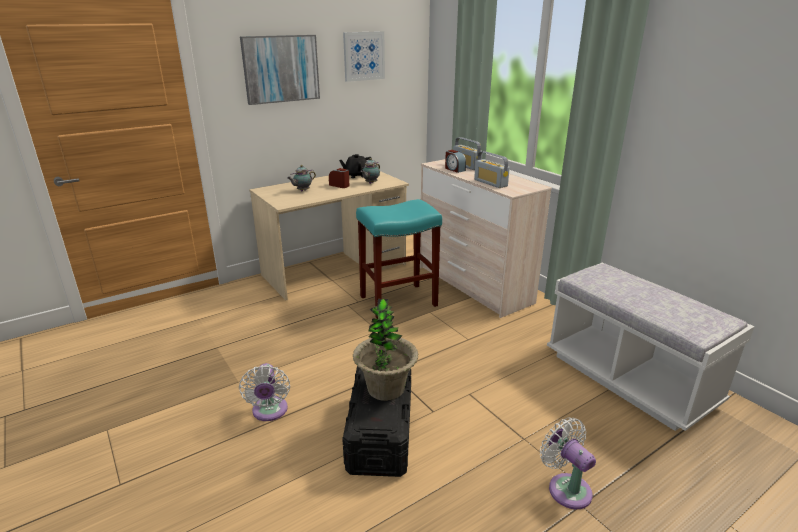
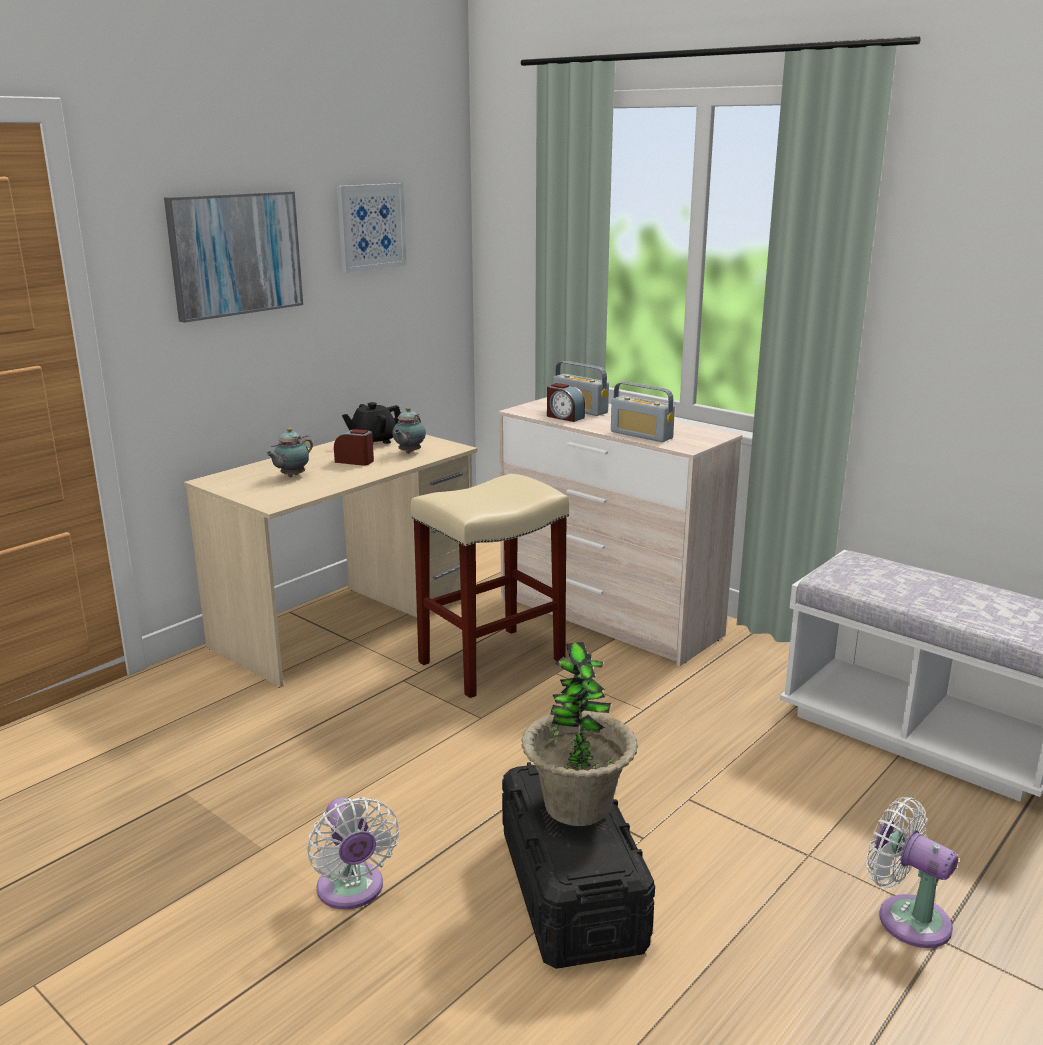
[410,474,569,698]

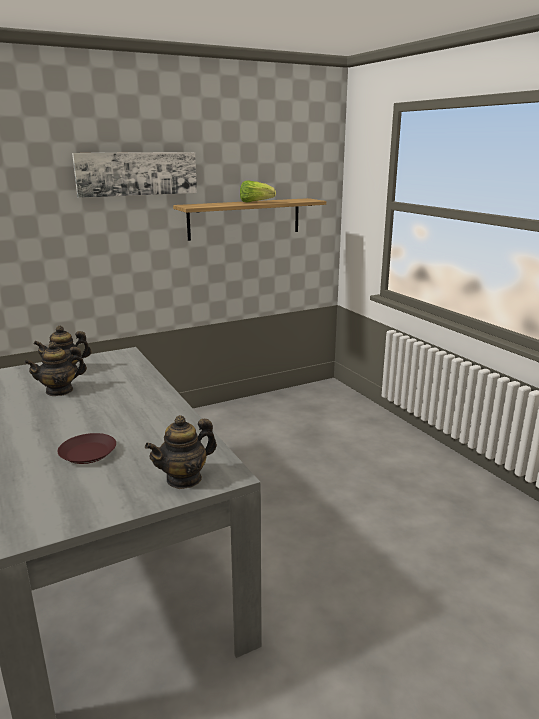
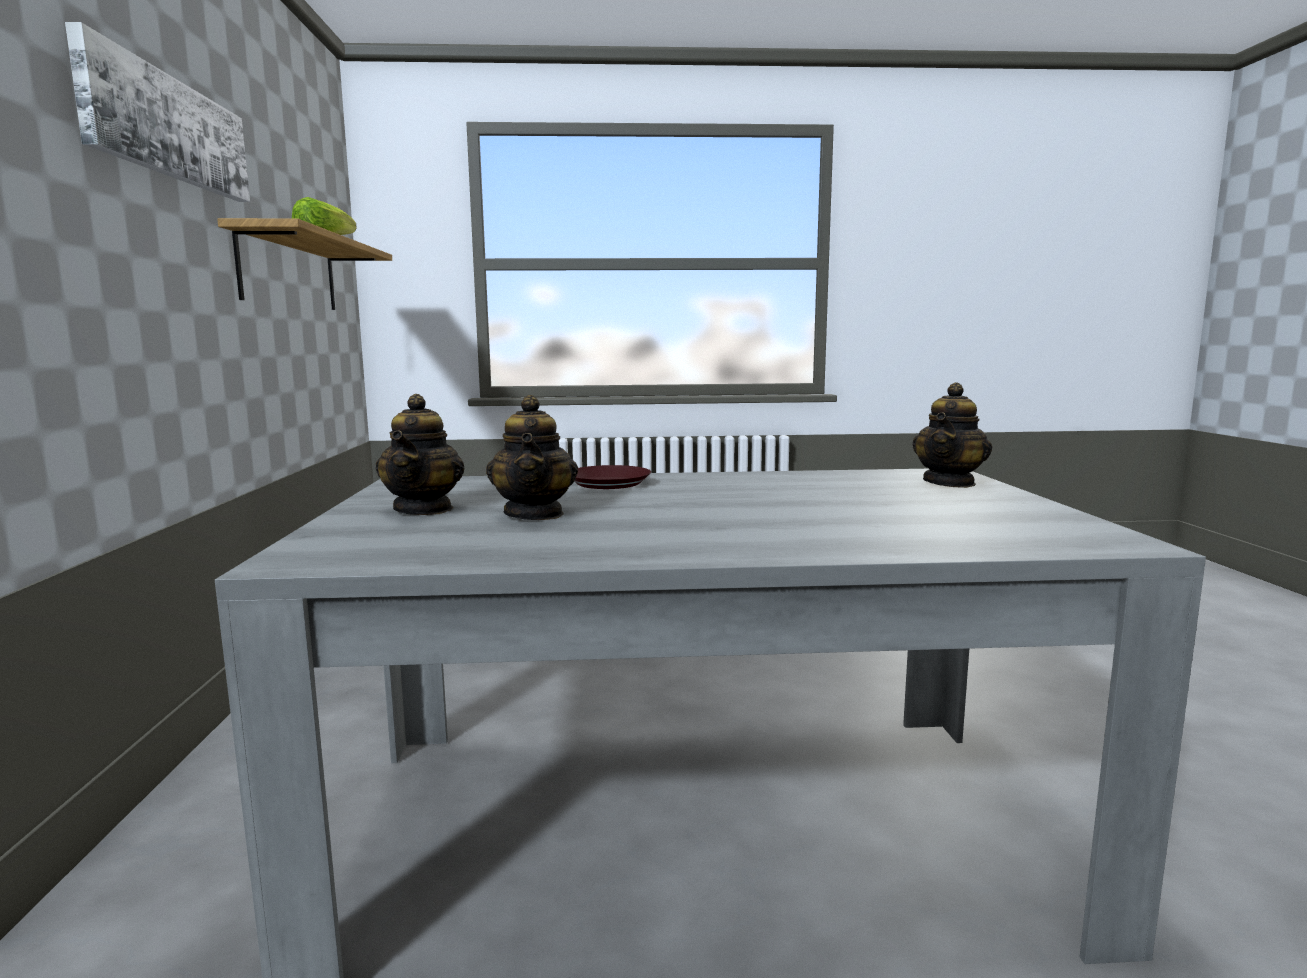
[912,382,992,488]
[574,465,651,489]

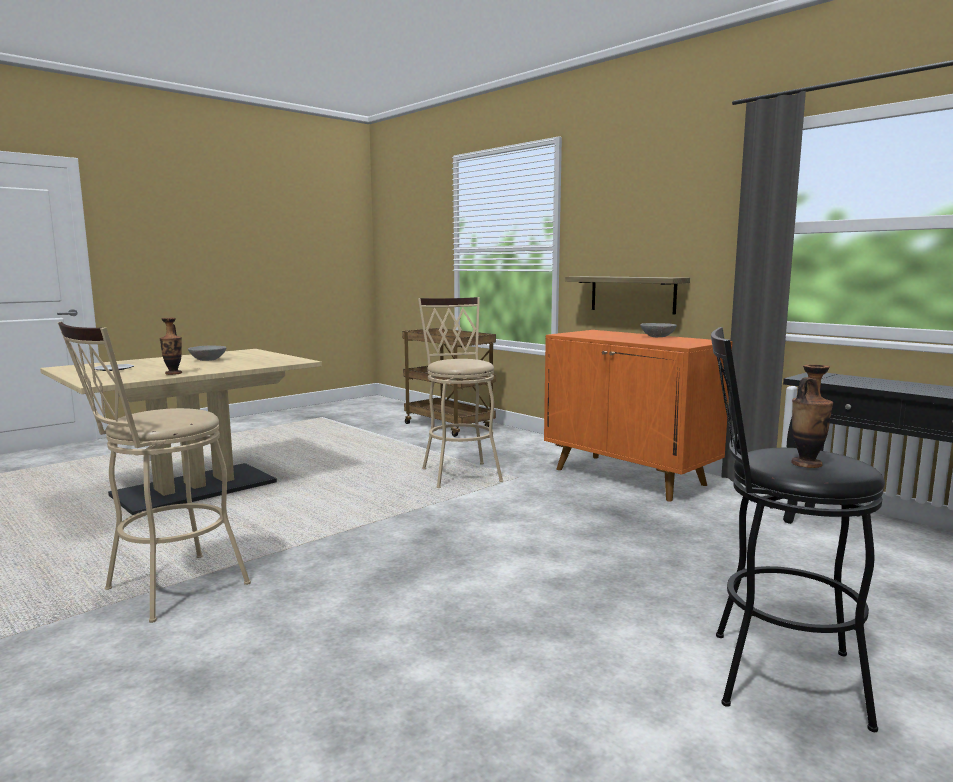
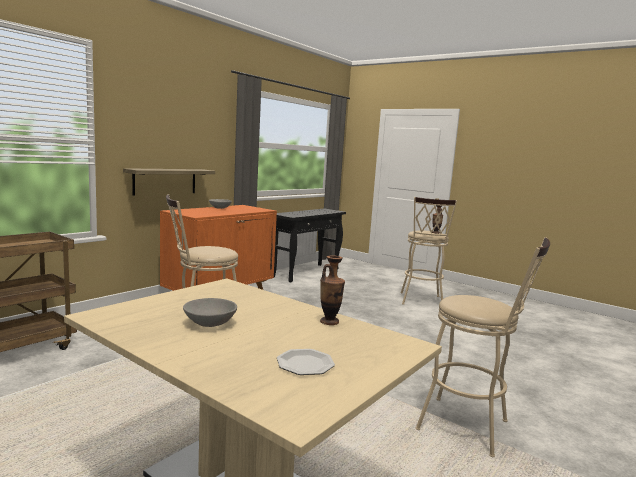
[400,197,457,305]

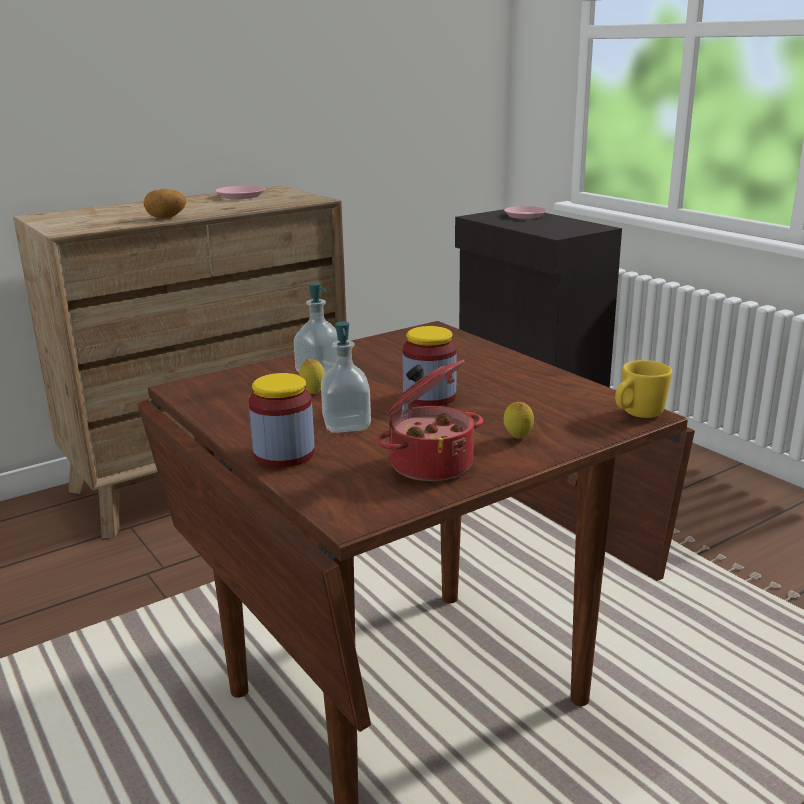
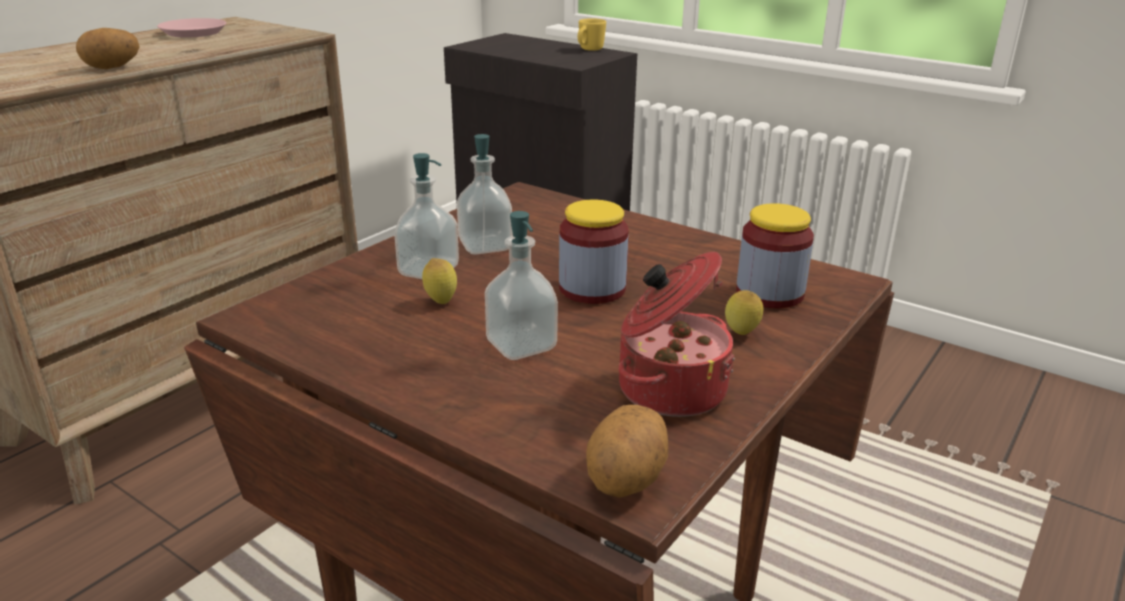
[504,206,547,219] (first image)
[578,18,606,51]
[736,203,814,308]
[457,134,512,254]
[586,405,668,497]

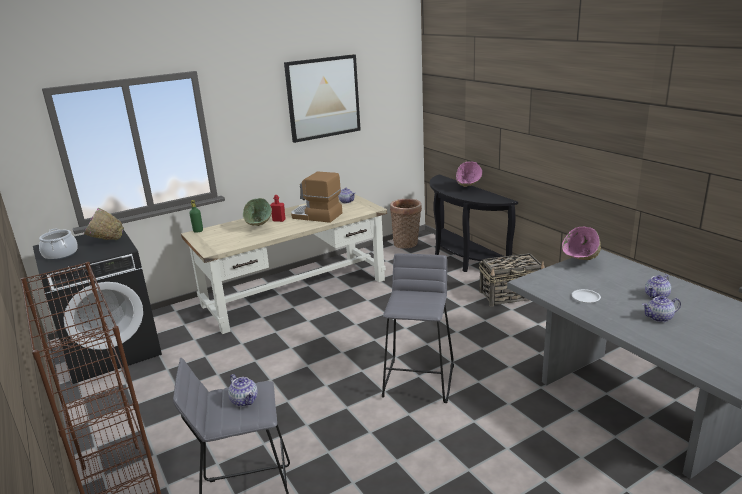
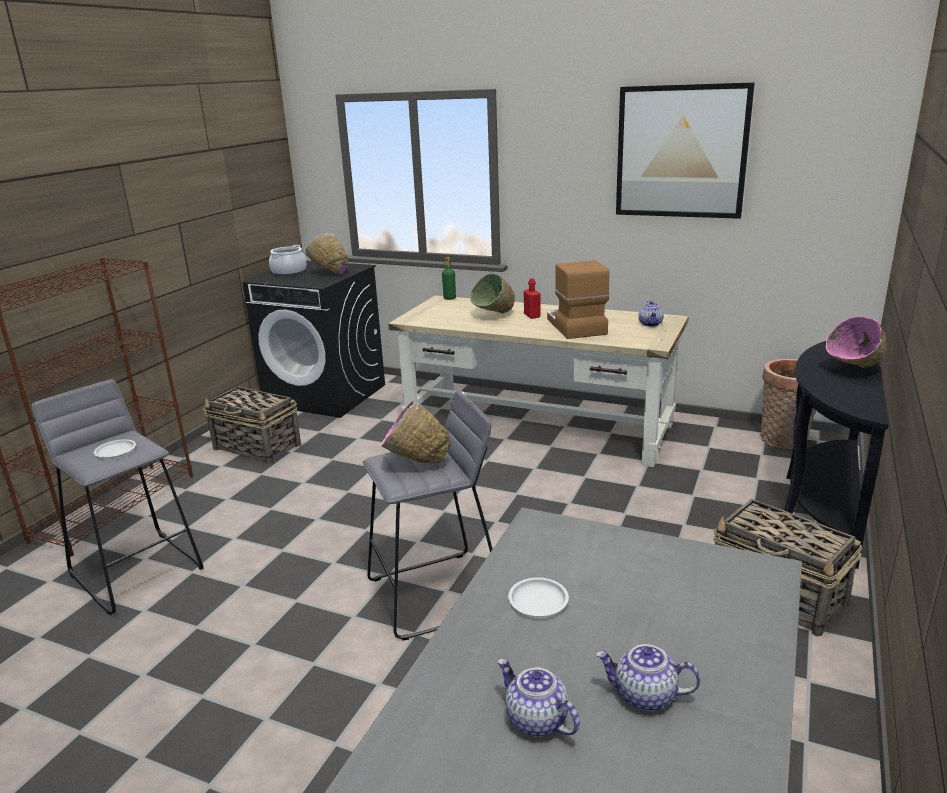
[381,400,451,464]
[94,439,136,458]
[202,387,301,465]

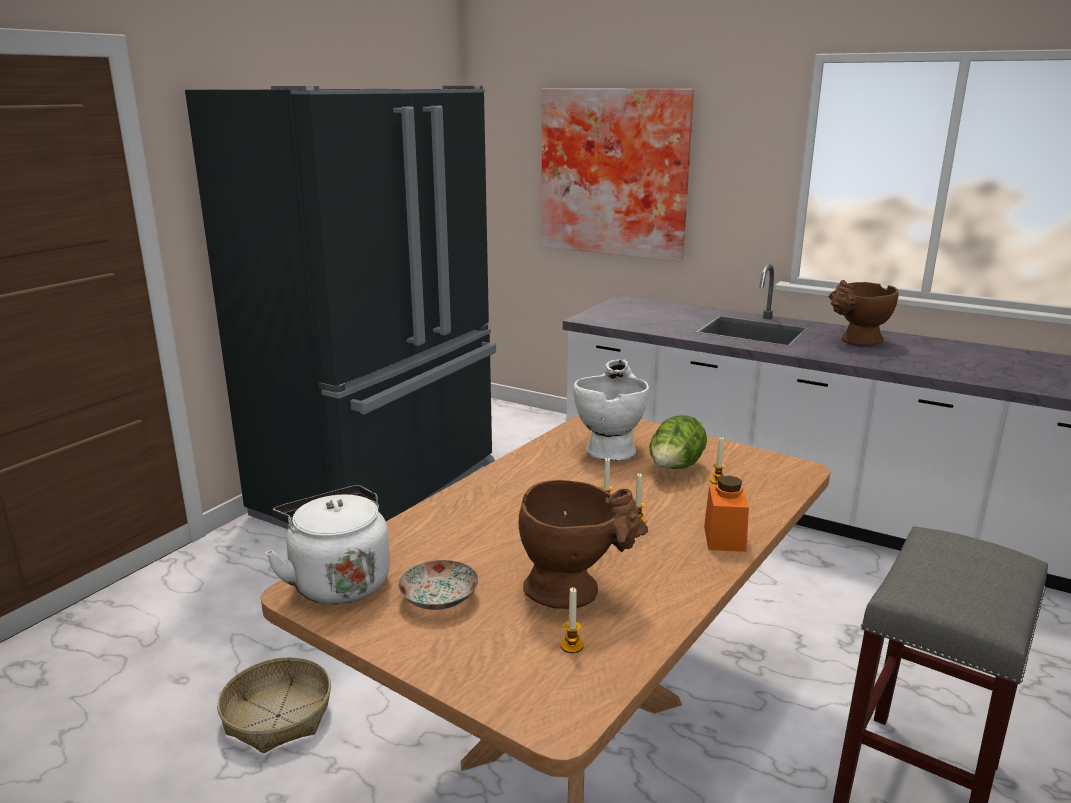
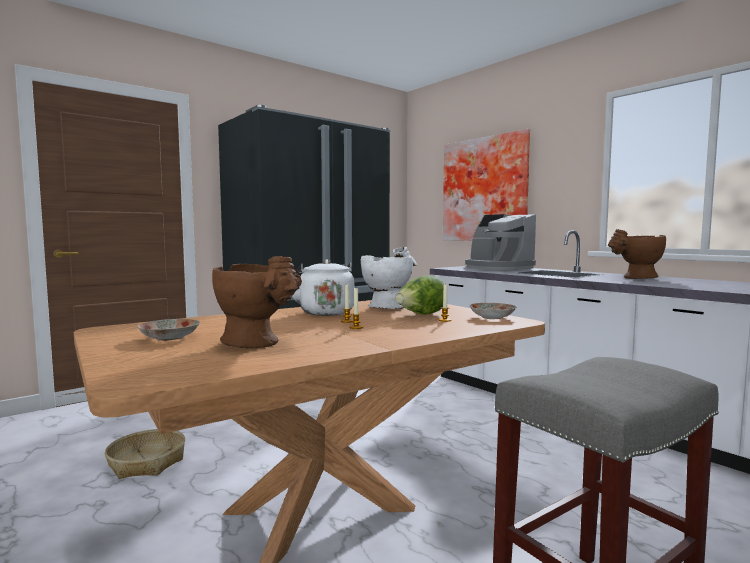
[704,475,749,552] (first image)
[292,259,354,316]
[560,587,584,653] (first image)
[465,214,536,270]
[470,303,516,319]

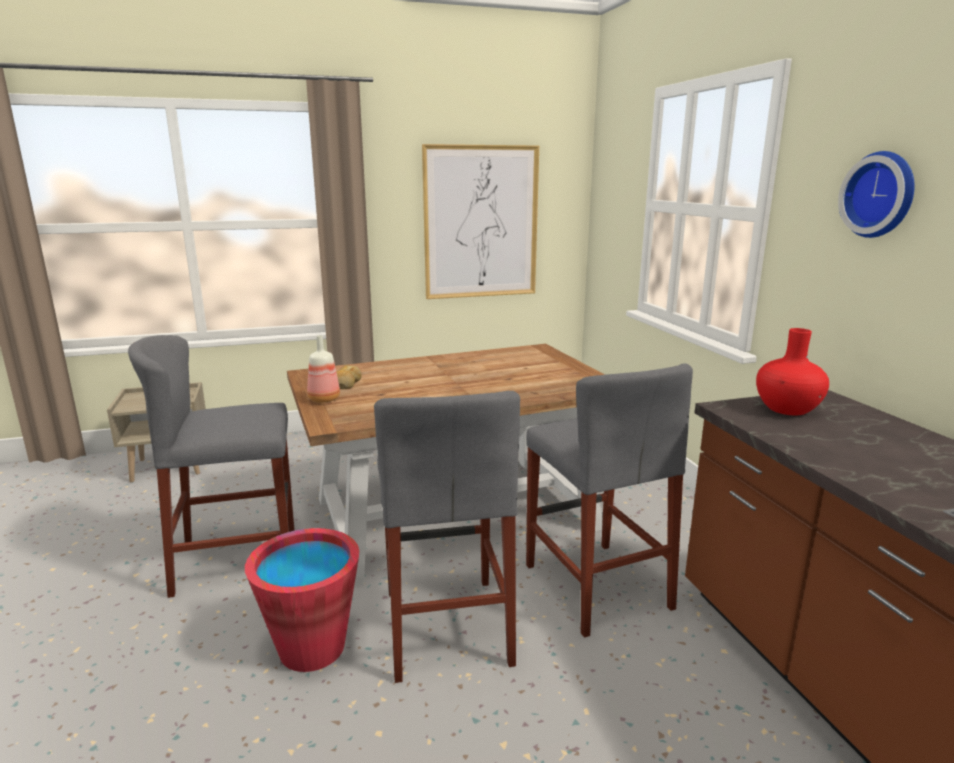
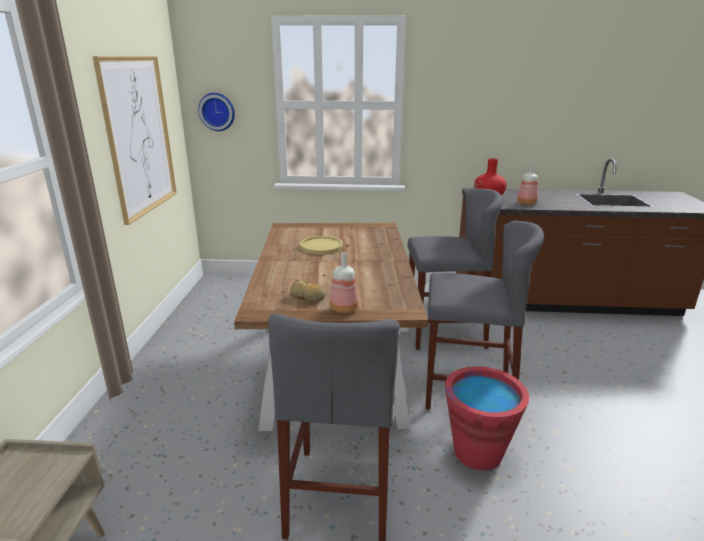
[198,93,235,131]
[517,163,538,205]
[300,236,343,254]

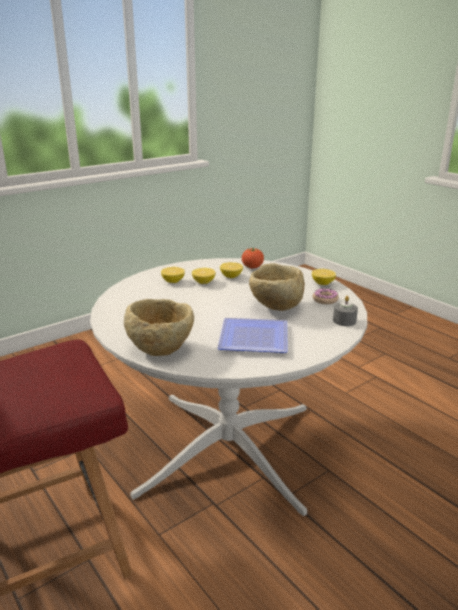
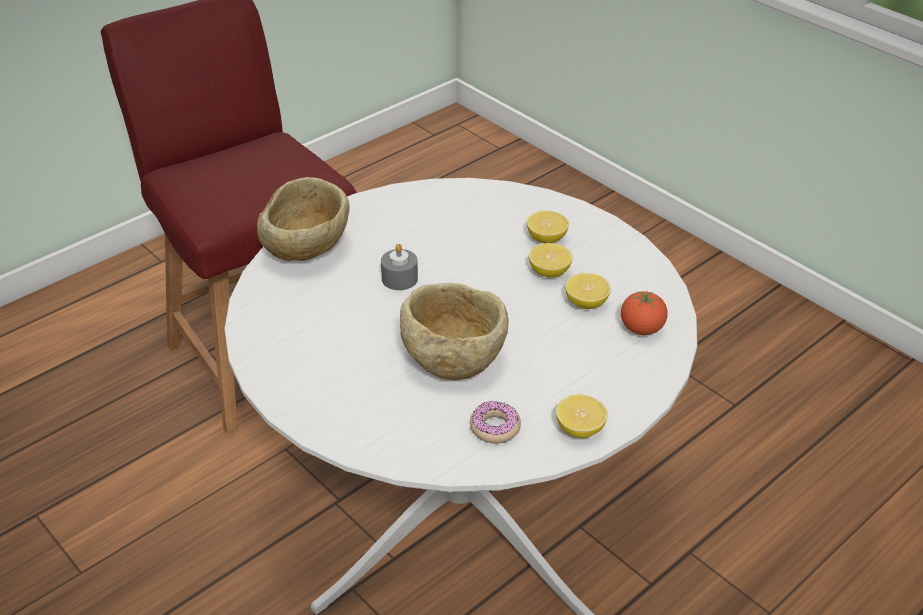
[381,244,418,290]
[217,318,288,353] (first image)

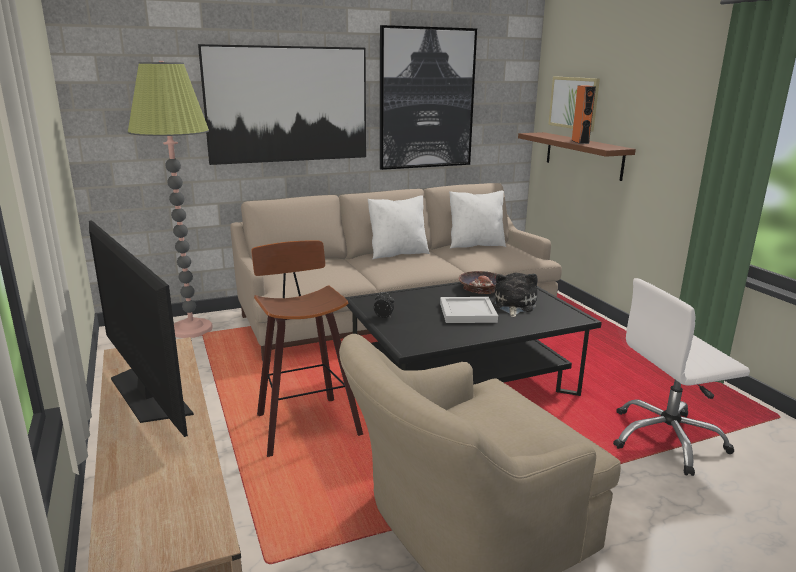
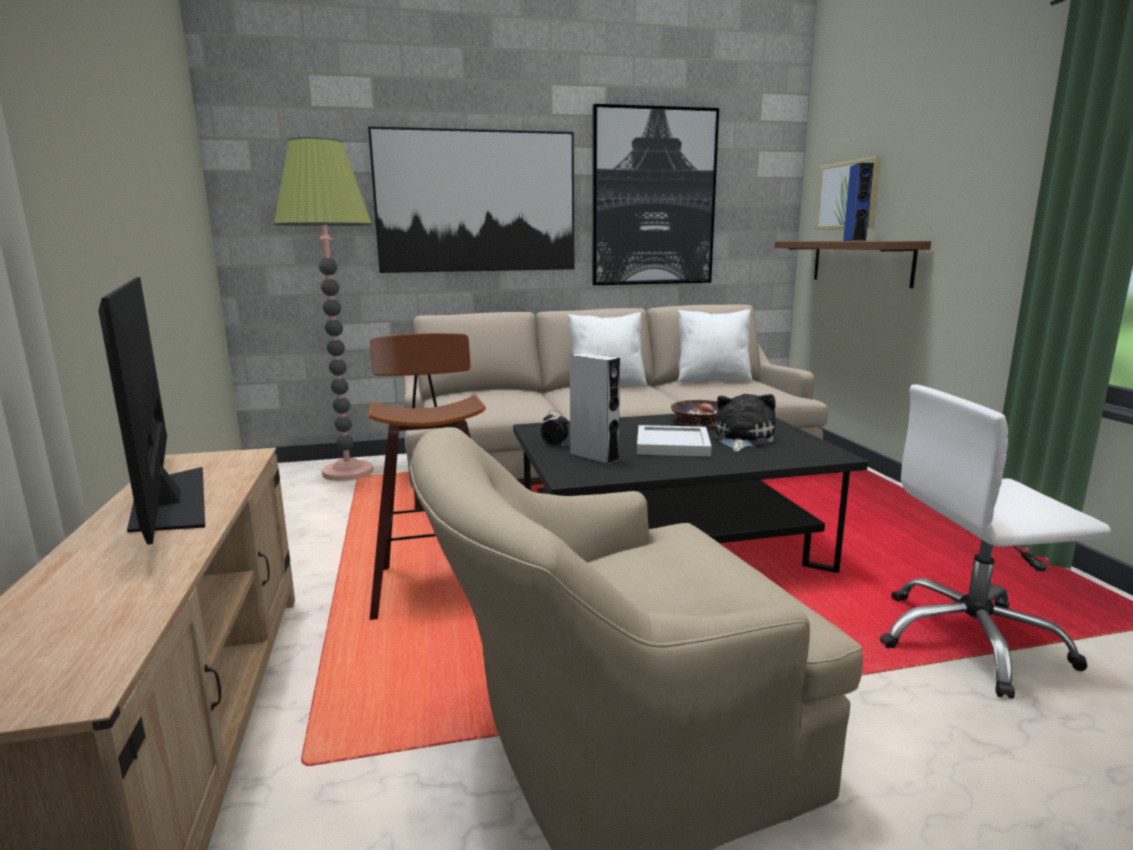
[843,163,874,241]
[569,353,620,465]

